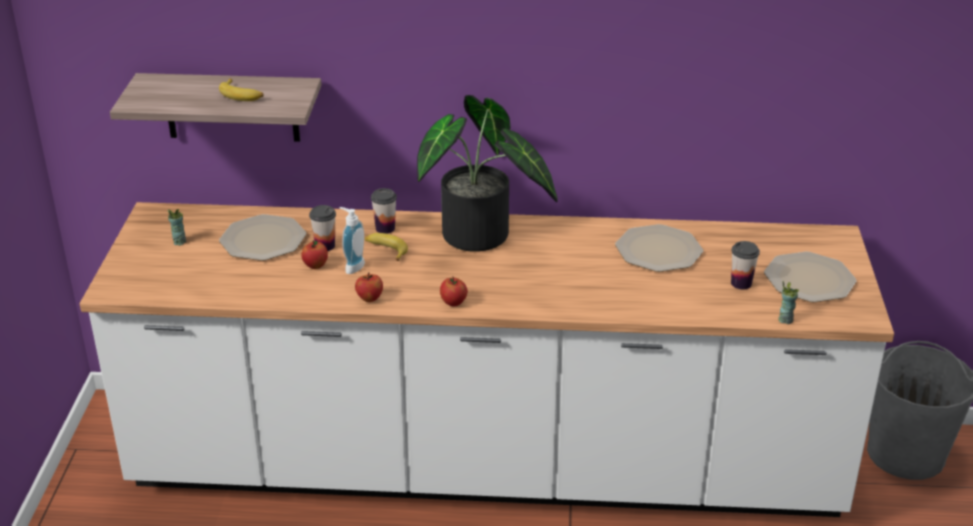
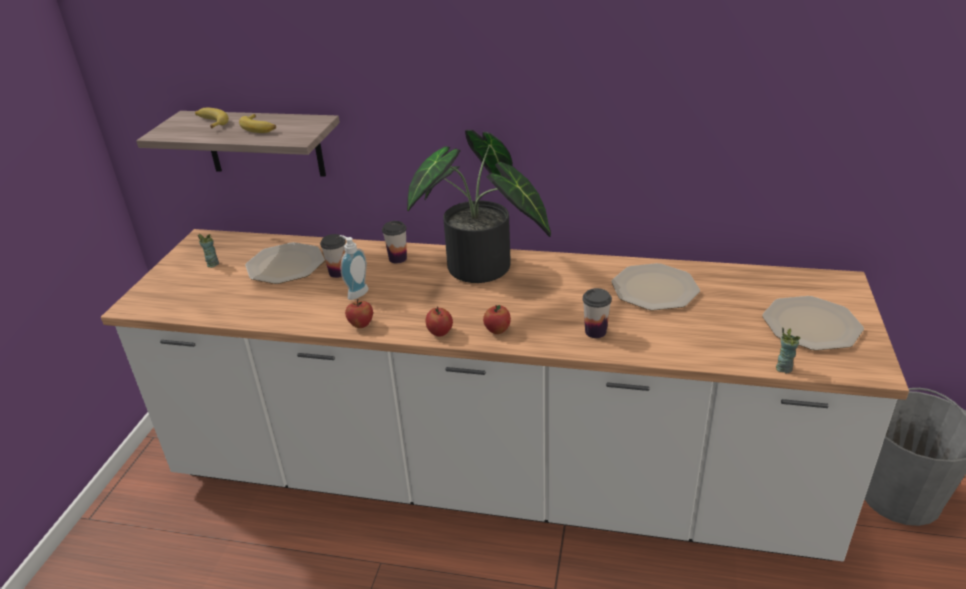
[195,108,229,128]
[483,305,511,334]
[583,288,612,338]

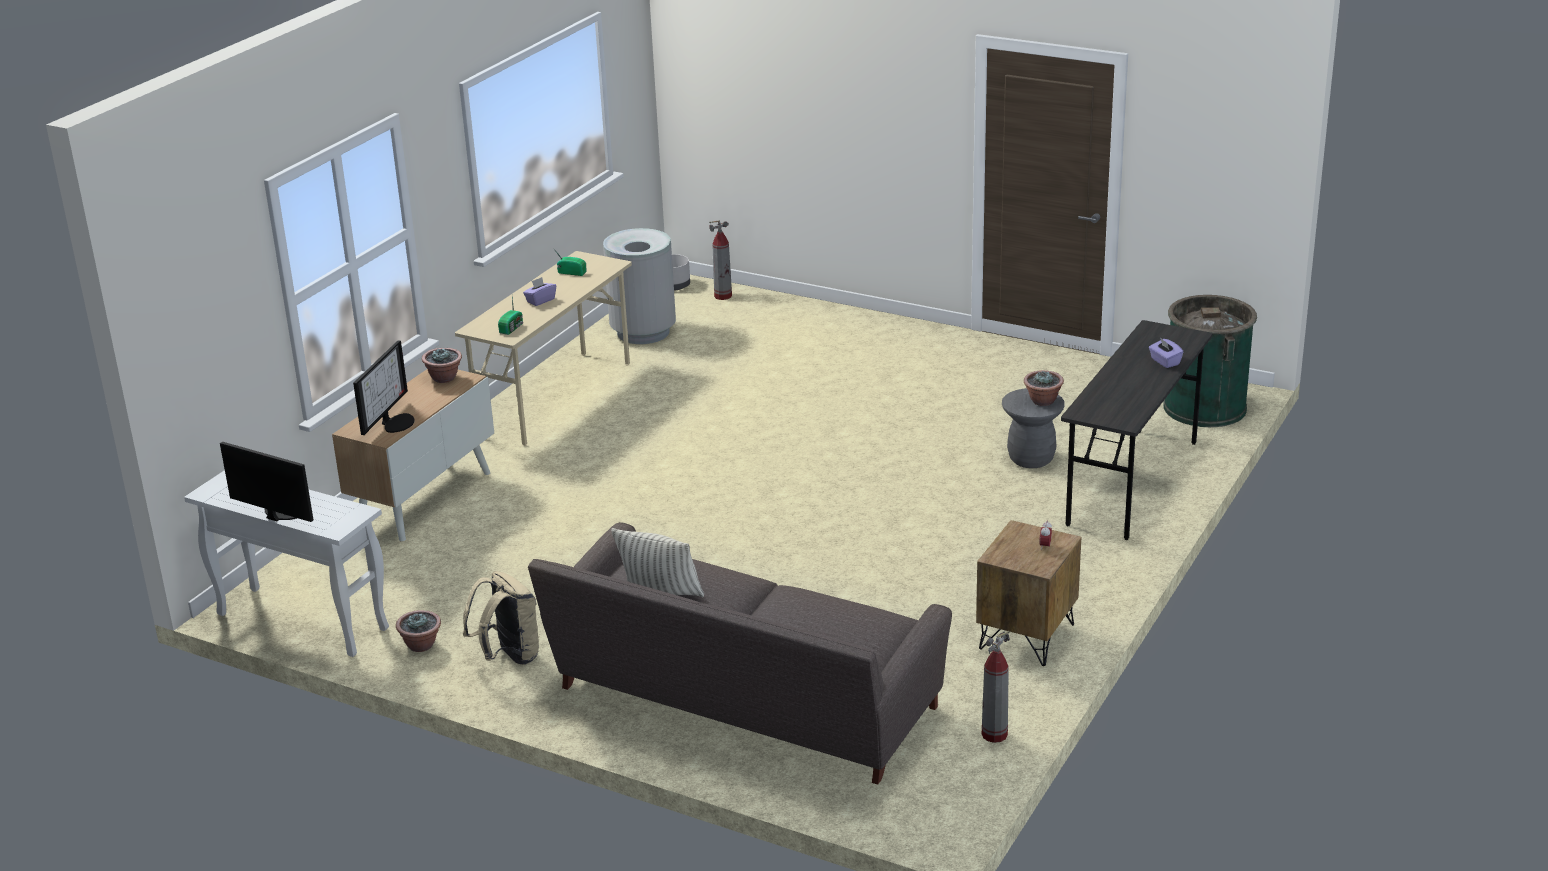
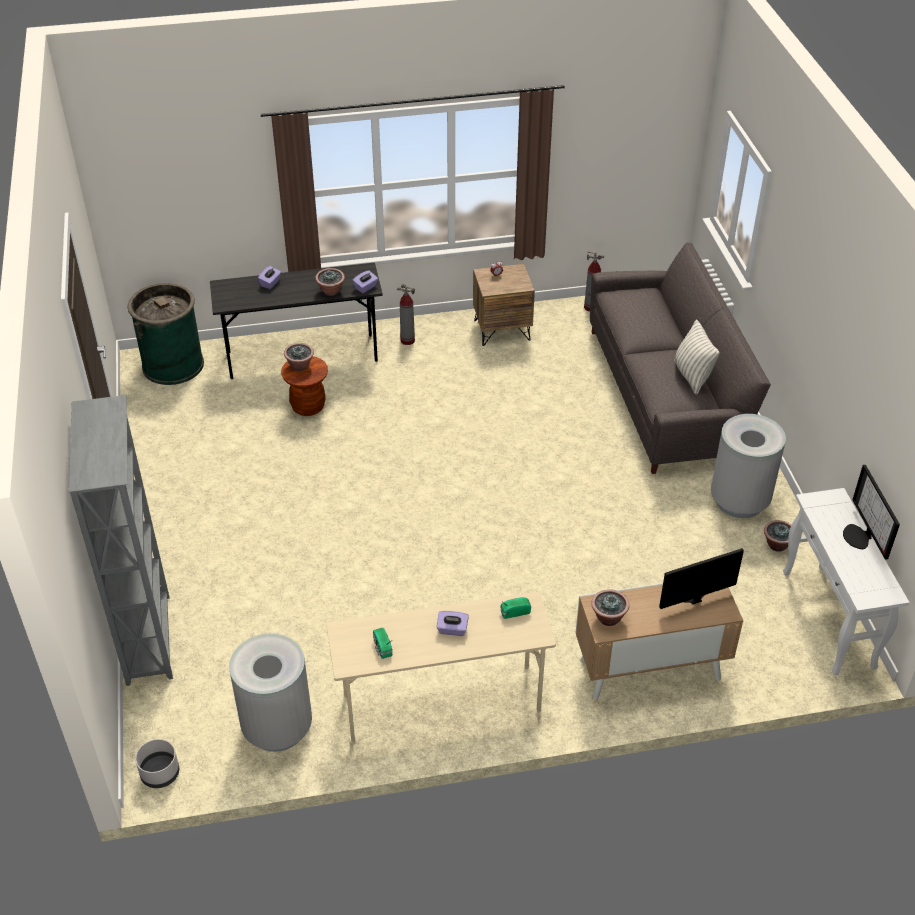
[397,284,415,345]
[281,356,328,416]
[711,414,786,518]
[315,268,345,296]
[352,270,378,293]
[69,395,173,686]

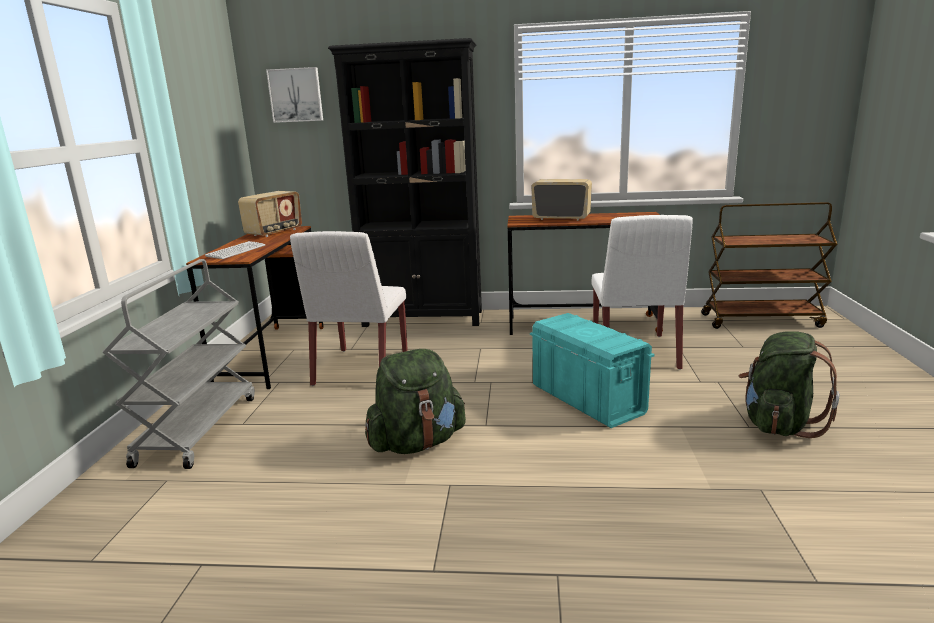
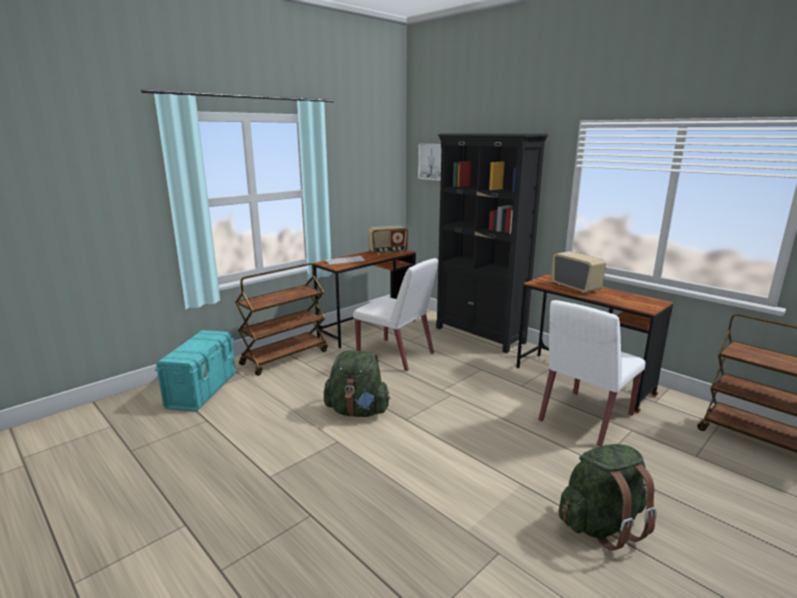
[353,258,438,371]
[235,263,328,376]
[155,330,236,412]

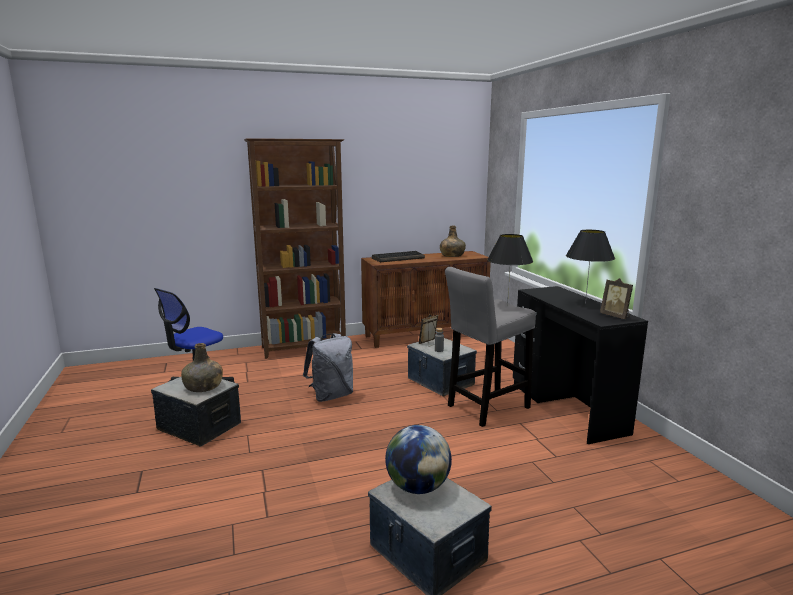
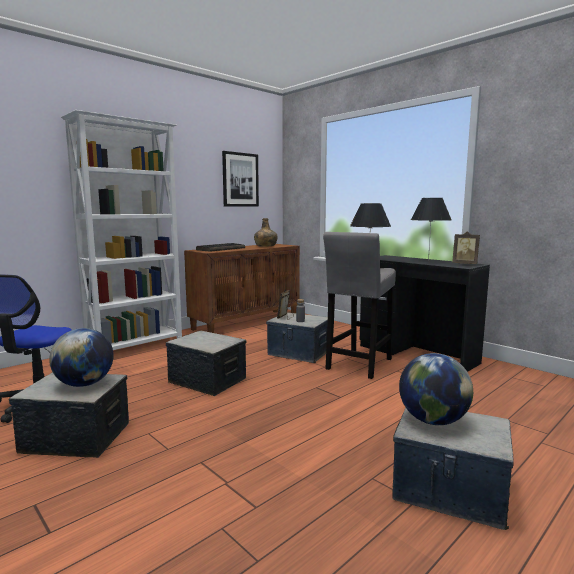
[61,110,182,350]
[166,331,247,396]
[49,328,114,387]
[222,151,259,207]

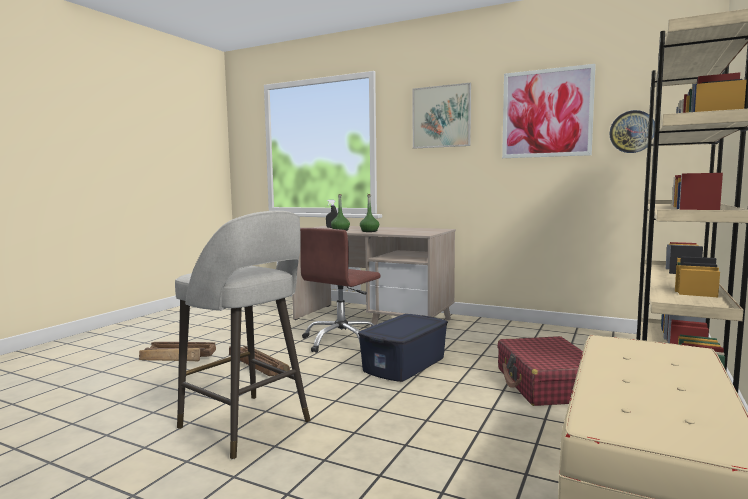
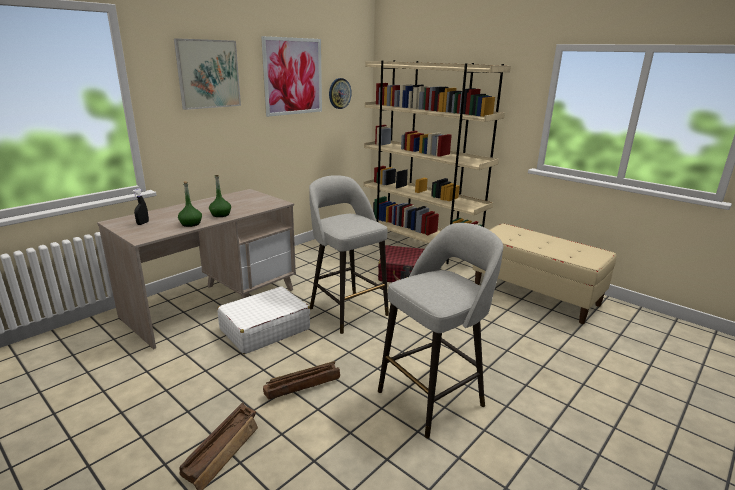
[217,286,310,354]
[309,175,389,334]

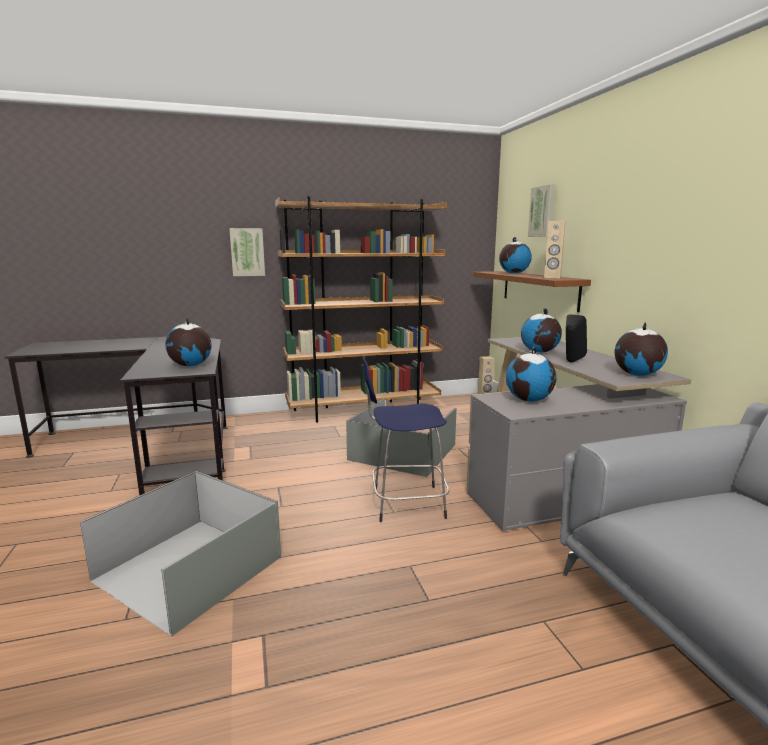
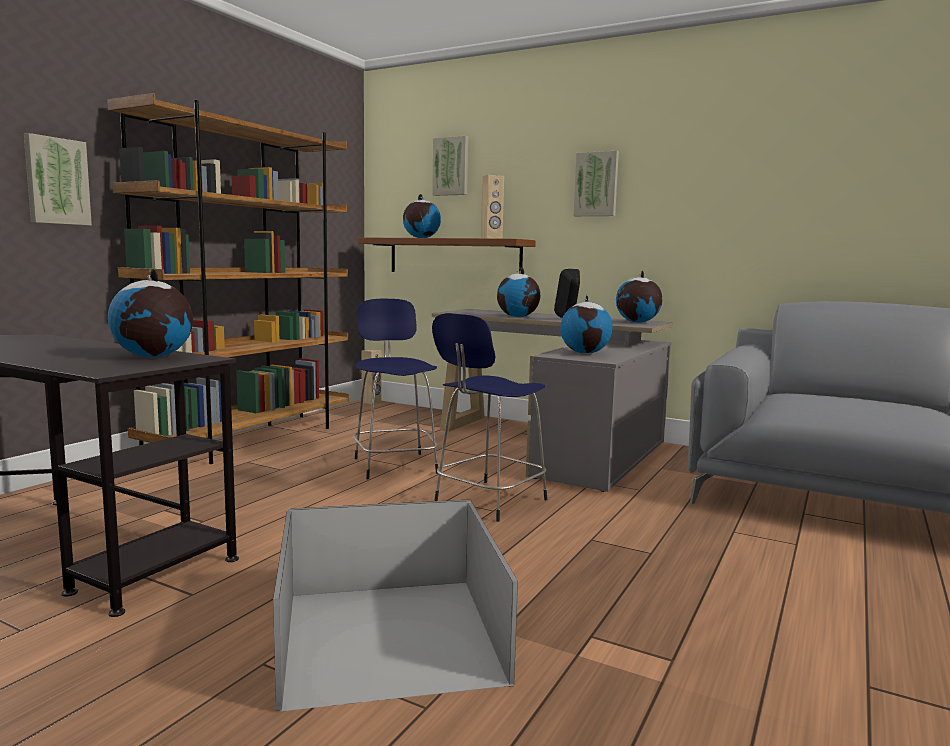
[353,299,438,479]
[573,151,619,216]

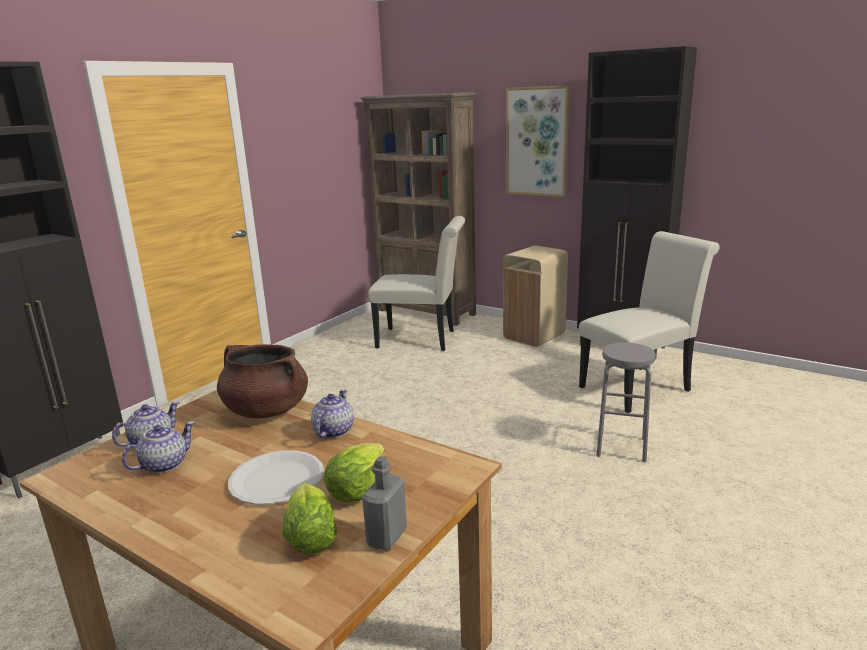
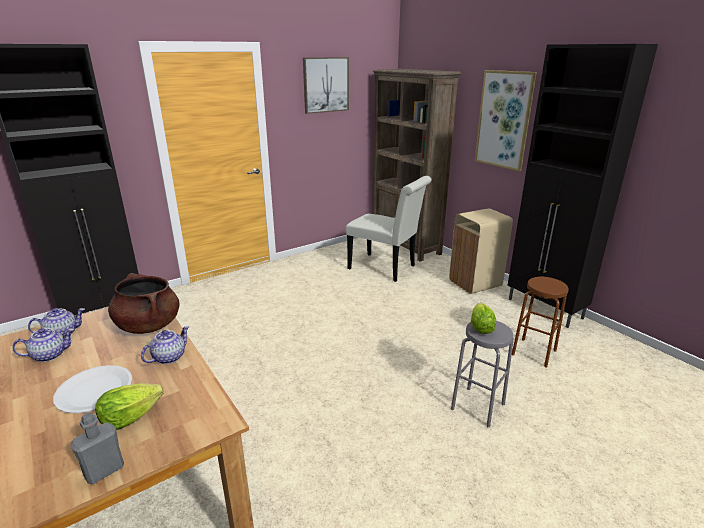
[512,277,569,368]
[471,303,496,334]
[303,57,349,114]

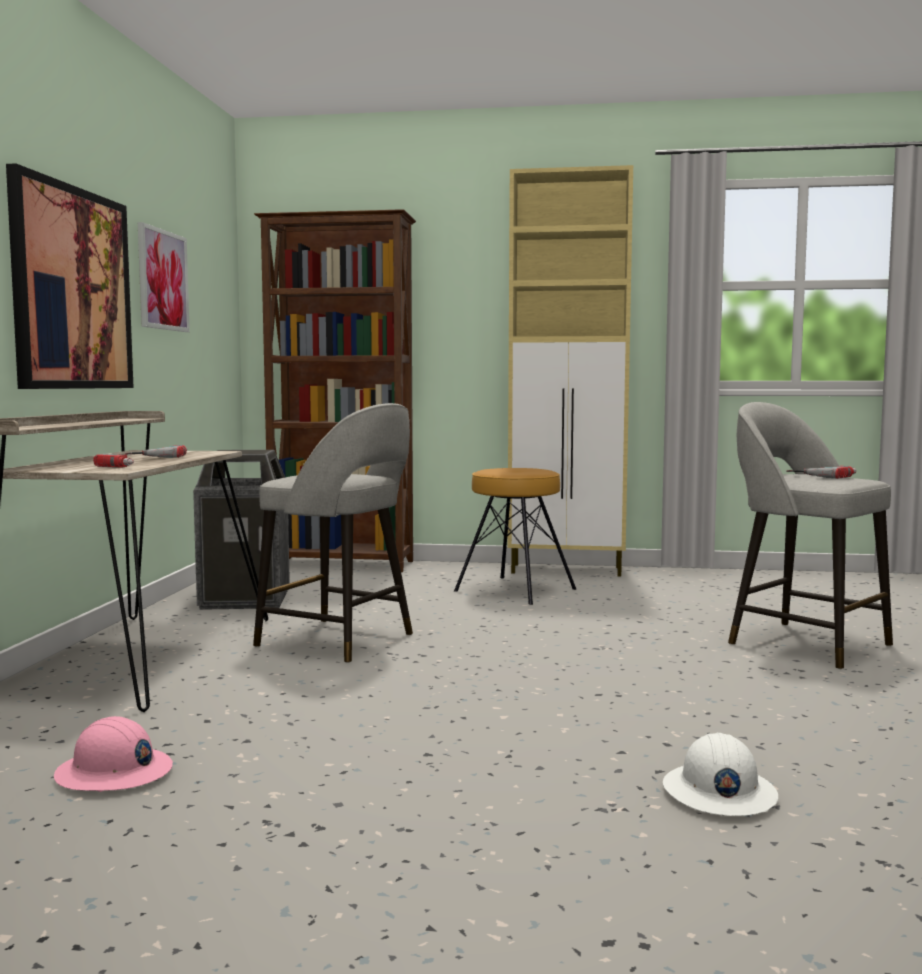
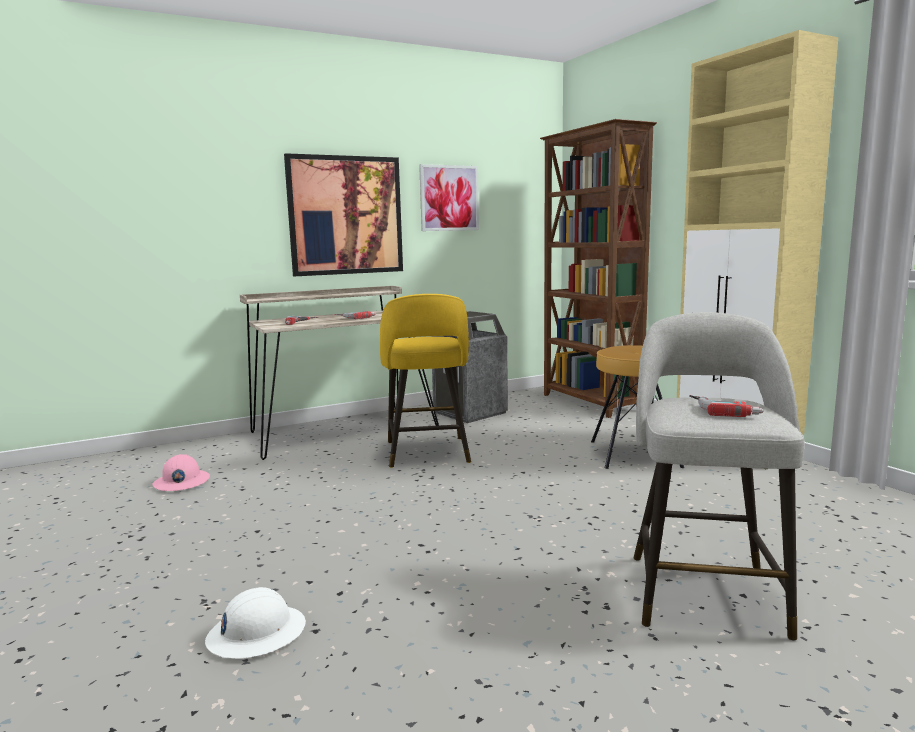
[380,294,471,468]

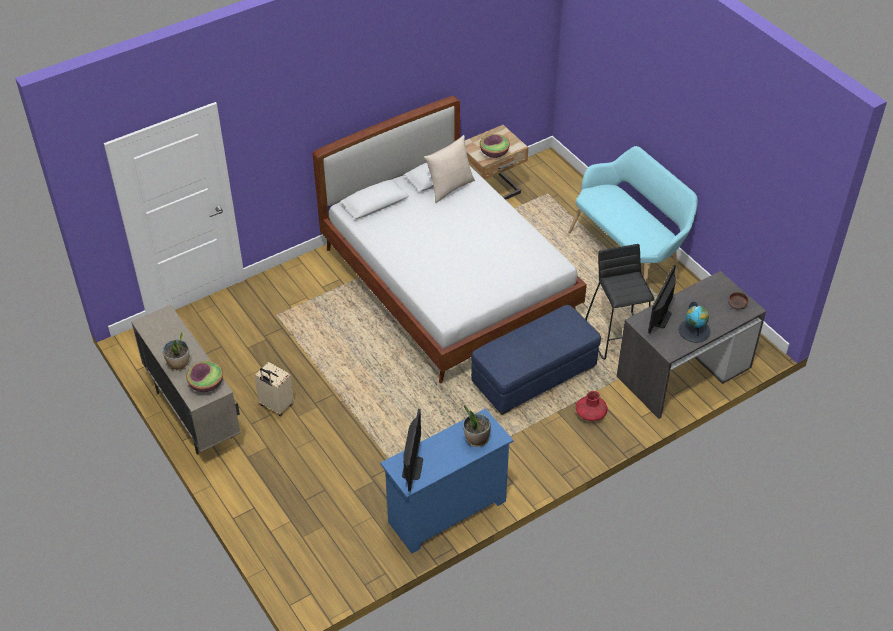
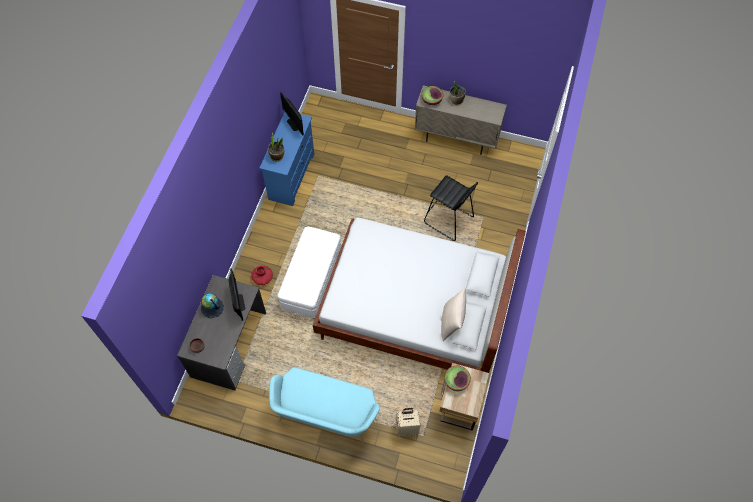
[424,175,478,241]
[277,227,341,319]
[396,408,421,436]

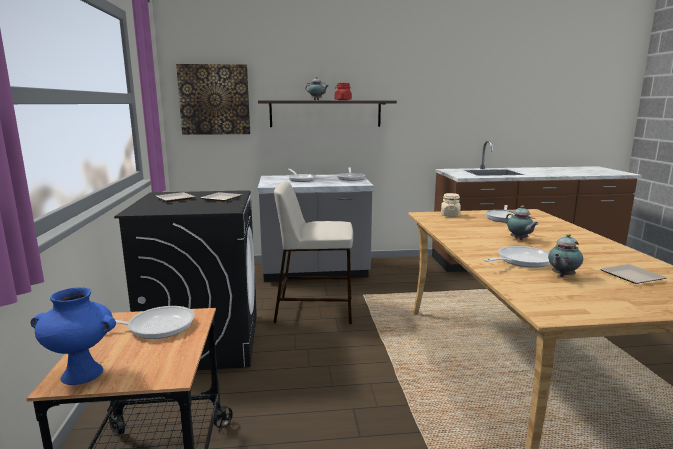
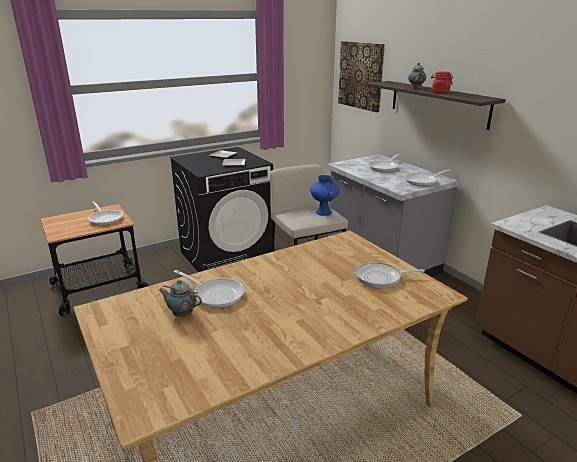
[441,193,461,217] (first image)
[506,206,539,240] (first image)
[600,264,667,284] (first image)
[310,175,339,216]

